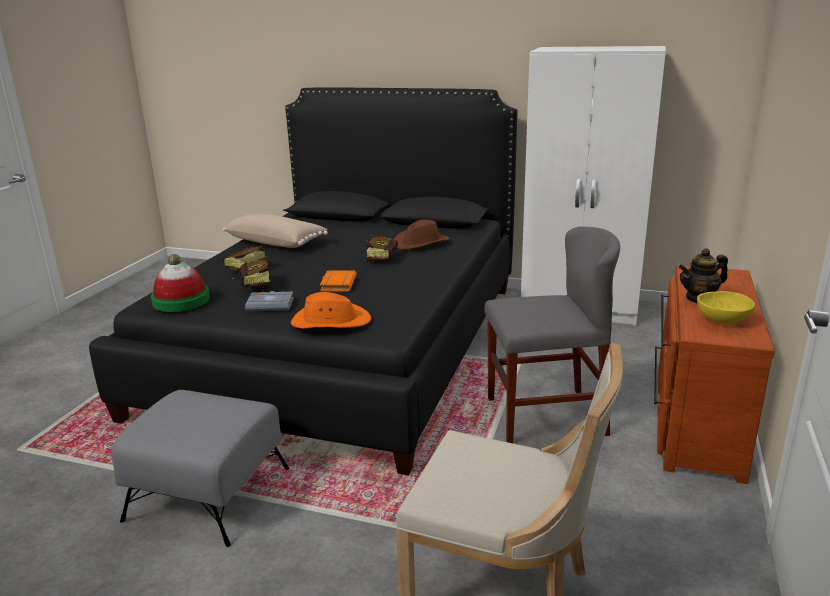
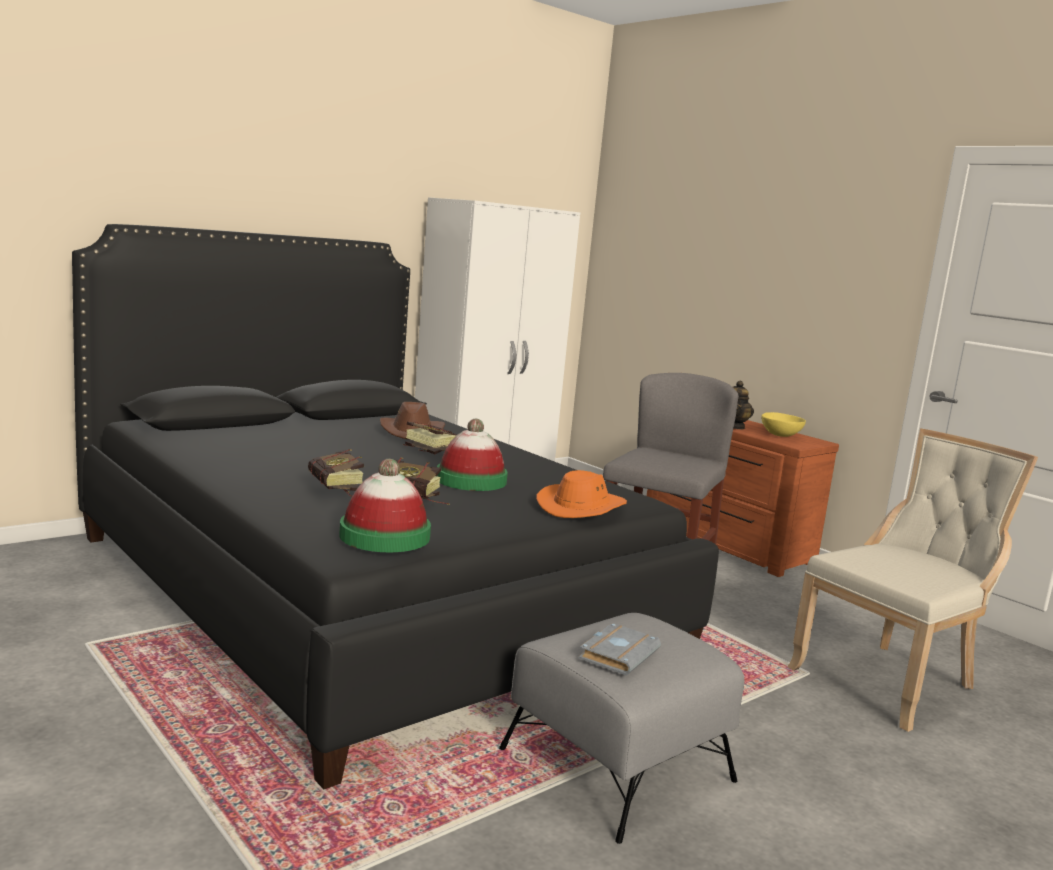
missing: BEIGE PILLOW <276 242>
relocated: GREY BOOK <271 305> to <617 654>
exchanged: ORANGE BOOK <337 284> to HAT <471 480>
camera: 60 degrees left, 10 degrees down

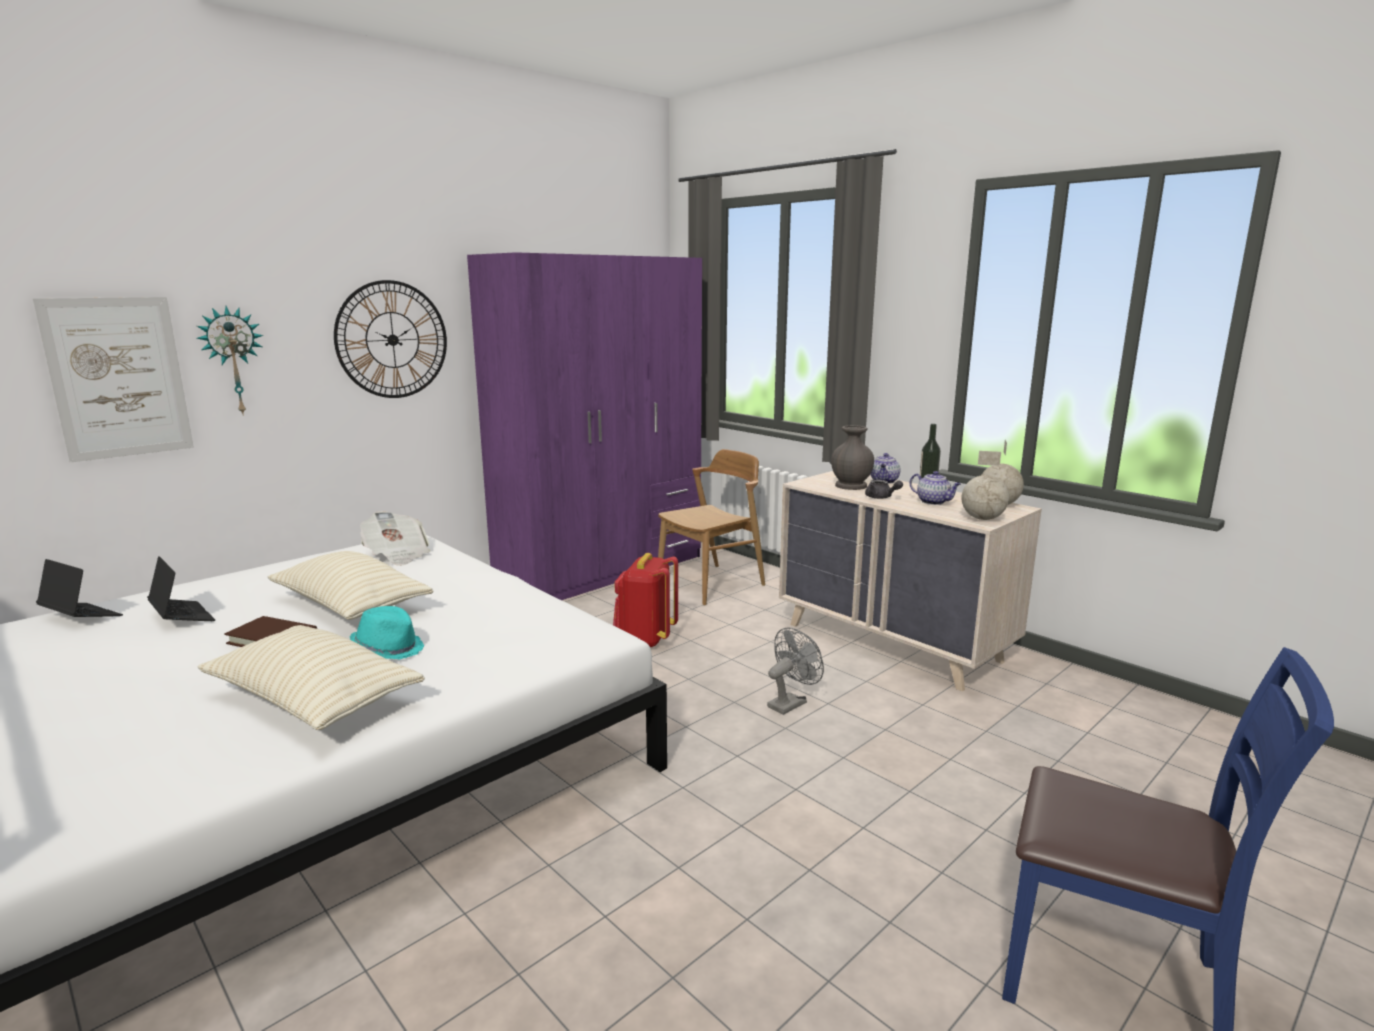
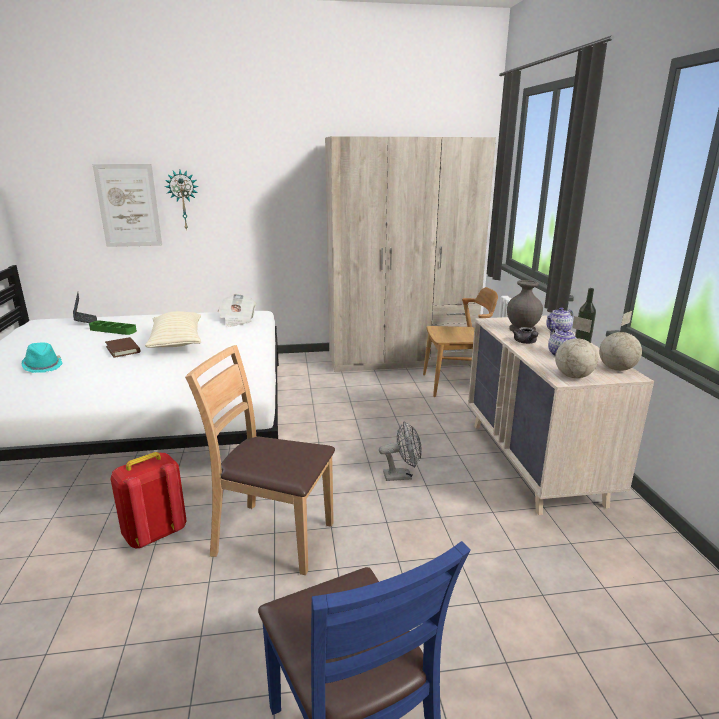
missing: BEIGE PILLOW <313 700>; WALL CLOCK <392 340>
appeared: BROWN CHAIR <272 537>
relocated: TURQUOISE HAT <388 649> to <43 366>; RED BACKPACK <645 639> to <154 534>
exchanged: LAPTOP <182 617> to GREEN TRAY <113 330>
colour: PURPLE WARDROBE <602 570> to BEIGE WARDROBE <401 358>
camera: 35 degrees right, 5 degrees up

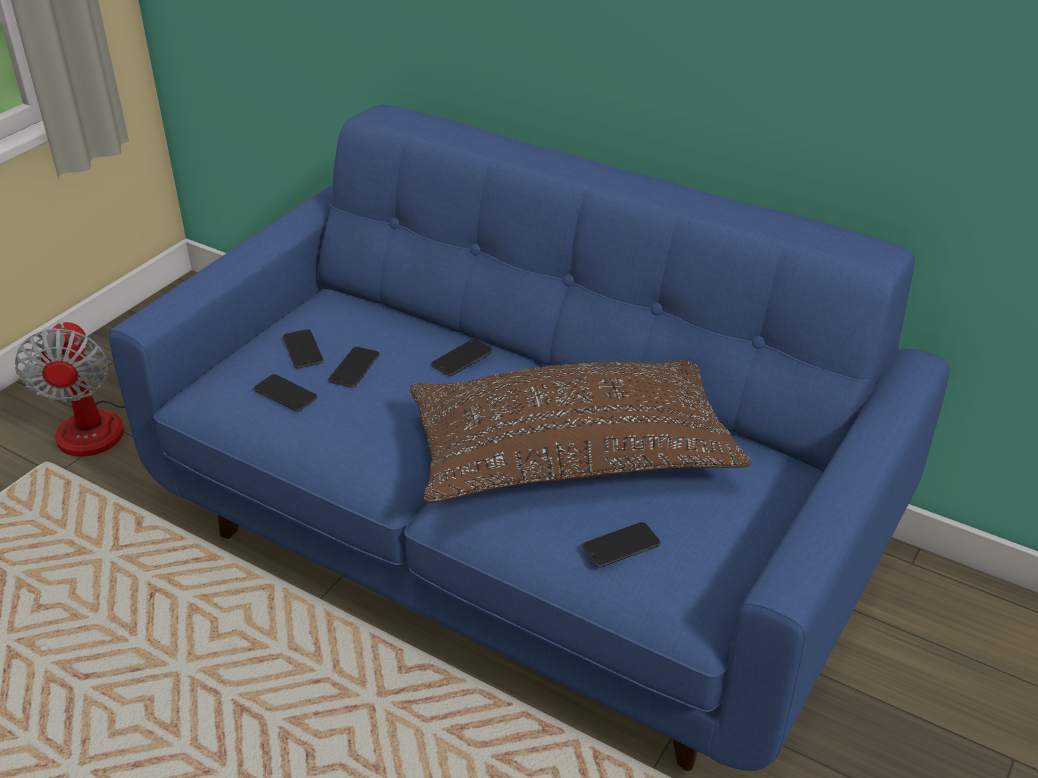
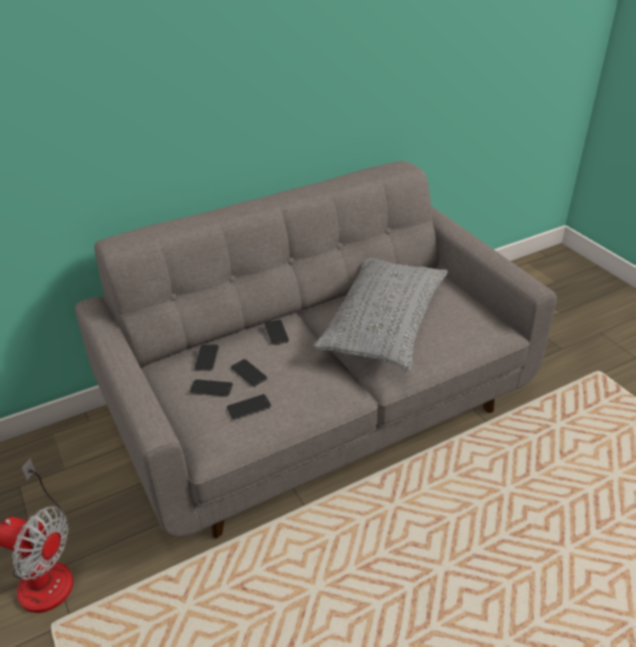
relocated: PHONE <621 546> to <207 358>
colour: BLUE SOFA <522 538> to GREY SOFA <319 408>; BROWN PILLOW <572 456> to GREY PILLOW <384 324>
camera: 60 degrees left, 0 degrees up

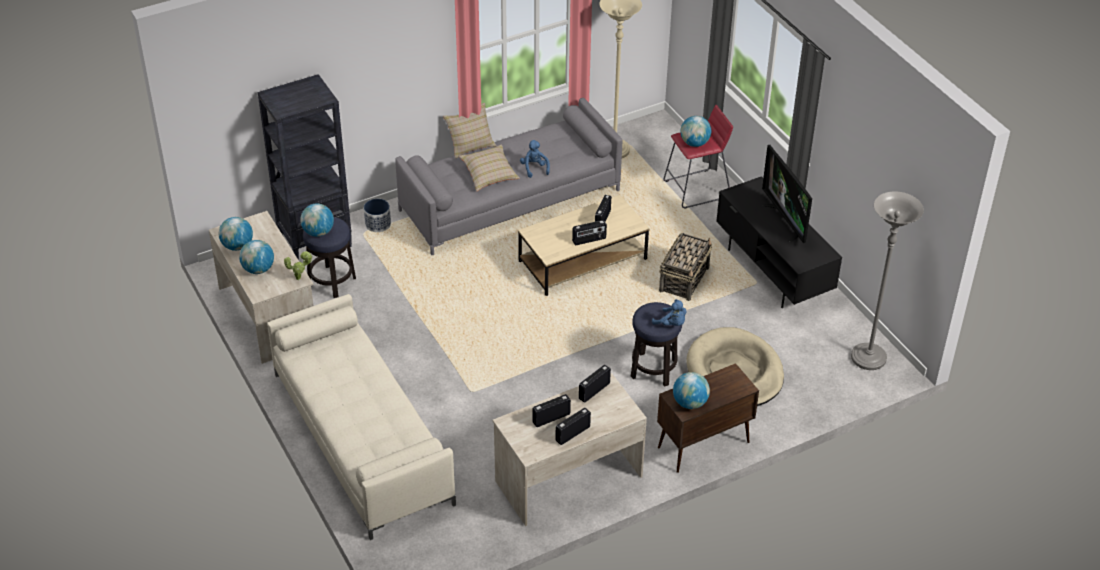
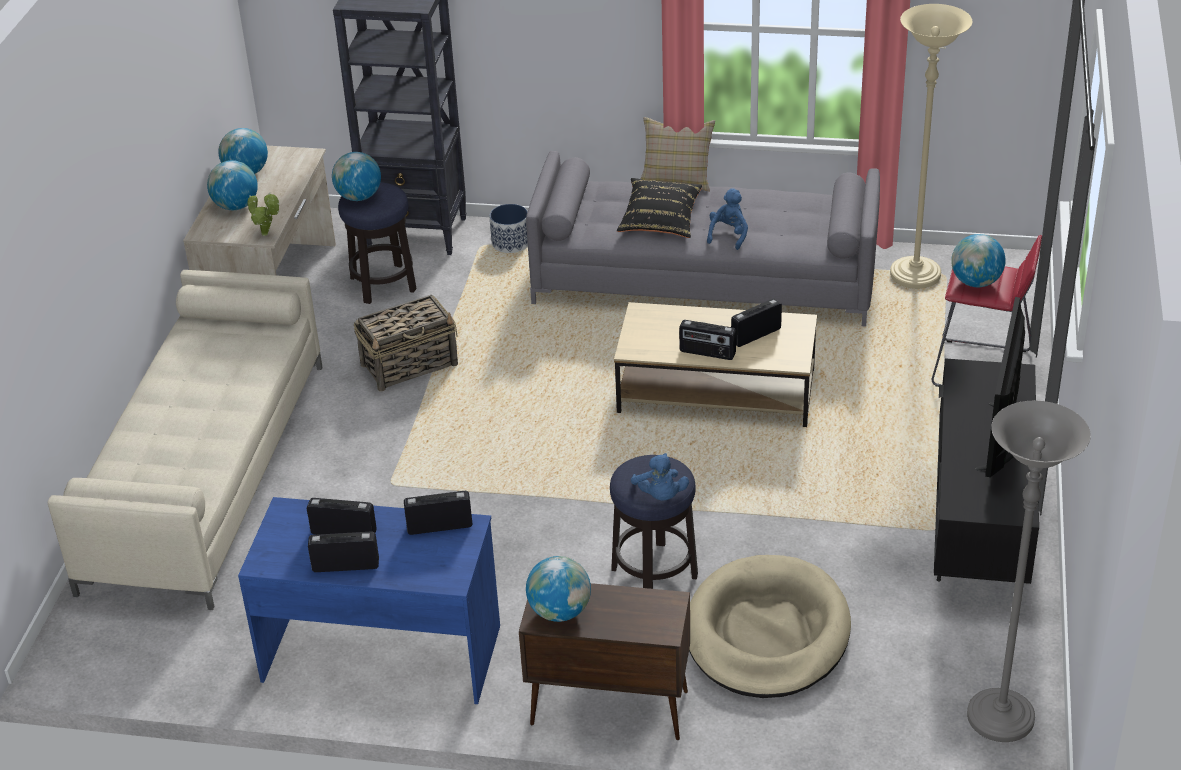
relocated: BASKET <684 279> to <410 365>
colour: BEIGE PILLOW <489 175> to BLACK PILLOW <660 221>; BEIGE DESK <568 478> to BLUE DESK <382 652>
camera: 40 degrees right, 5 degrees down

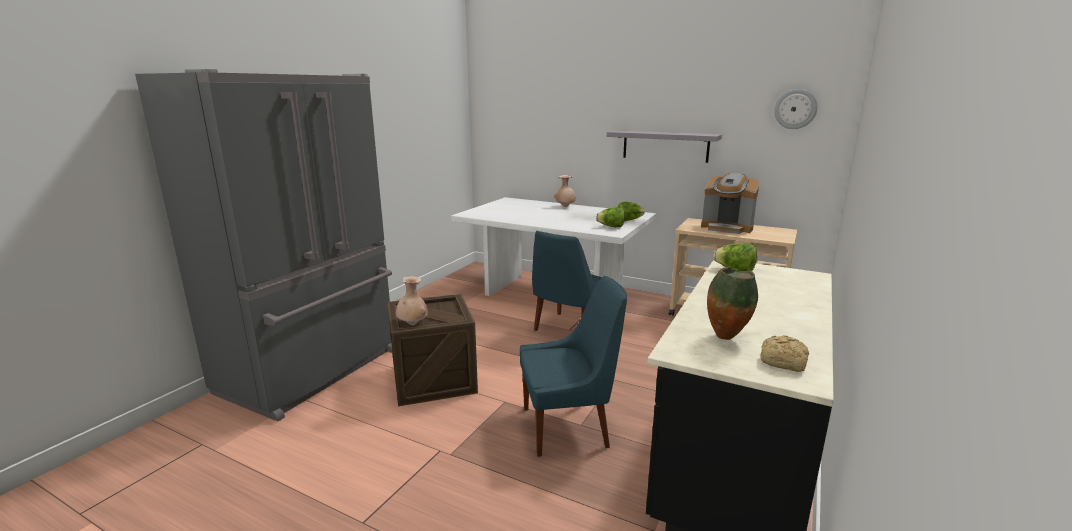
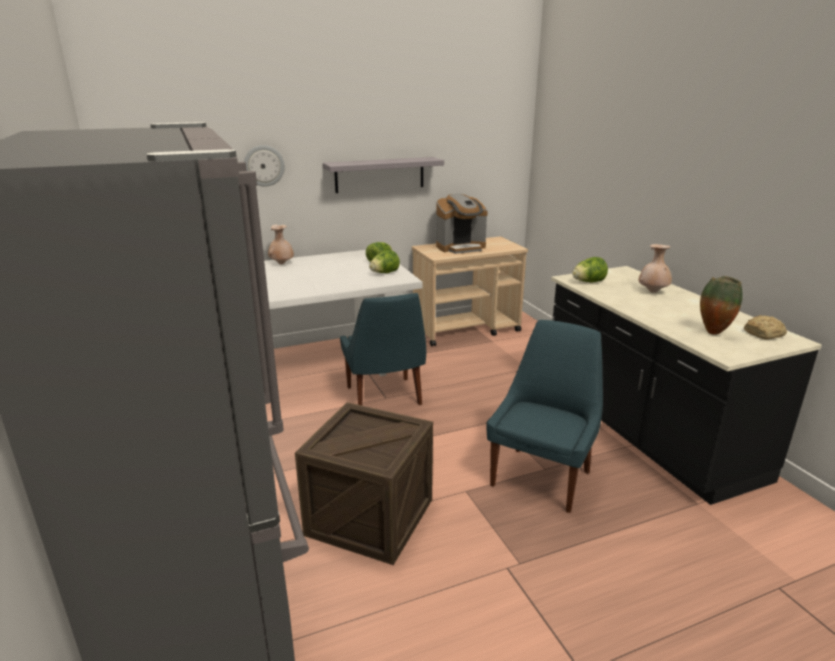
relocated: BEIGE VASE <413 324> to <652 292>; WALL CLOCK <795 109> to <264 165>
camera: 50 degrees left, 5 degrees up

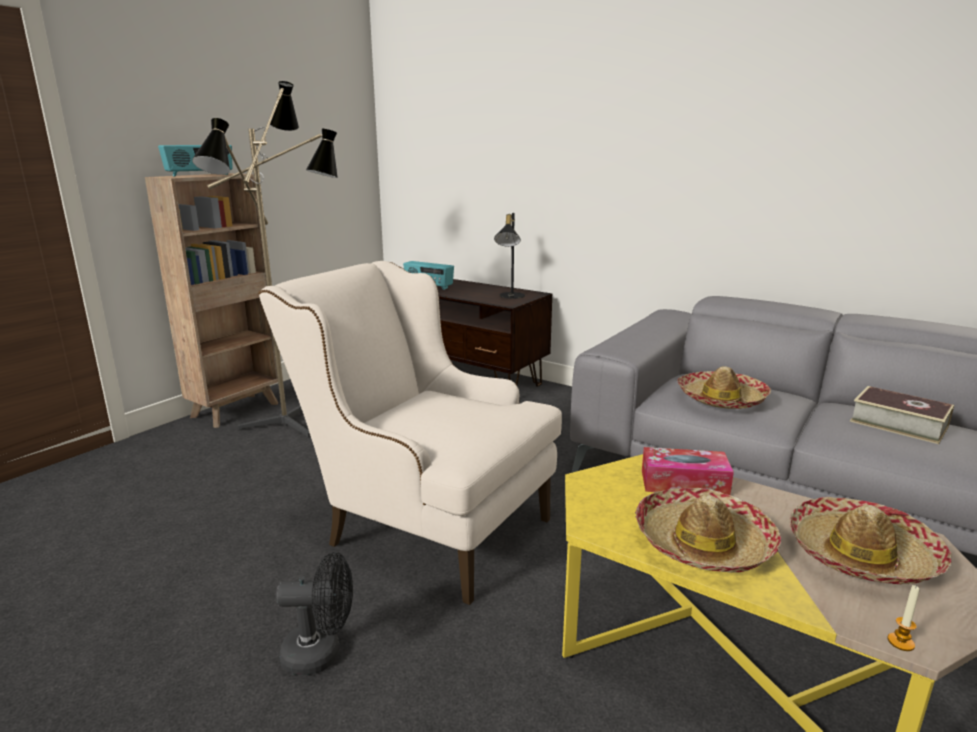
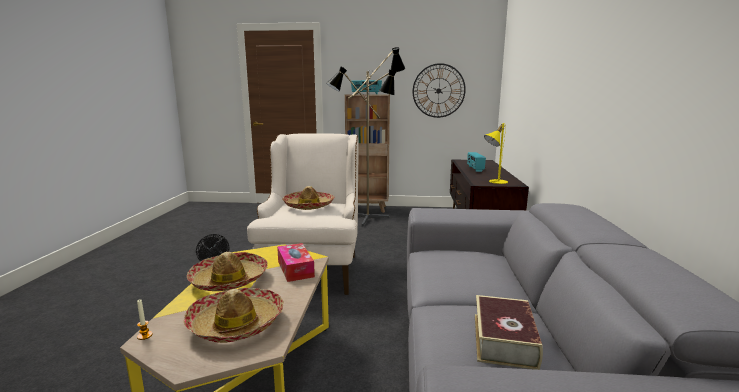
appeared: WALL CLOCK <438 90>
relocated: HAT <721 399> to <309 205>
colour: BLACK TABLE LAMP <510 296> to YELLOW TABLE LAMP <494 181>
camera: 60 degrees right, 5 degrees down

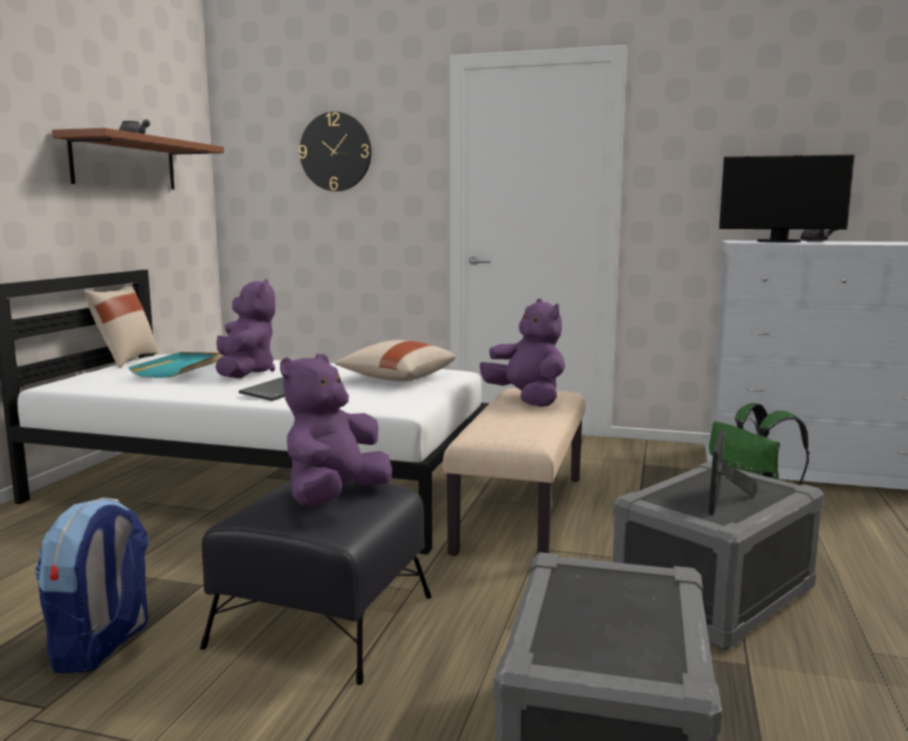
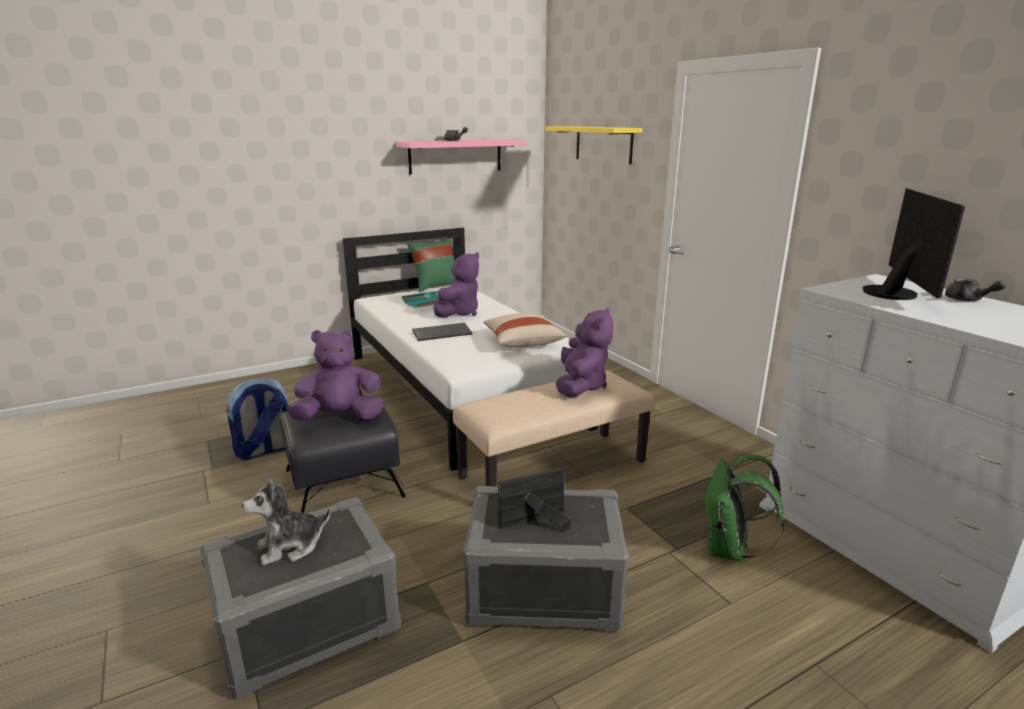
appeared: PLUSH TOY <290 547>
exchanged: WALL CLOCK <335 152> to YELLOW SHELF <603 144>
colour: BROWN SHELF <124 163> to PINK SHELF <455 156>; BEIGE PILLOW <125 360> to GREEN PILLOW <435 286>
spun: MONITOR <779 241> = <895 293> 135 degrees counterclockwise
camera: 45 degrees right, 10 degrees up

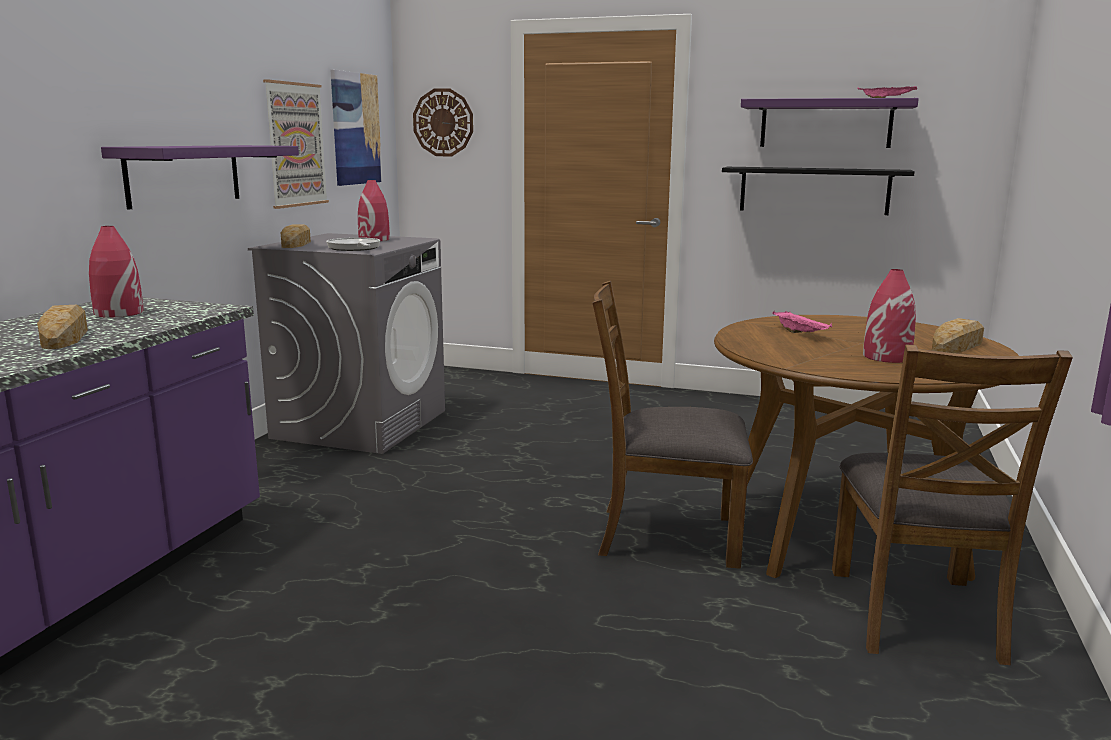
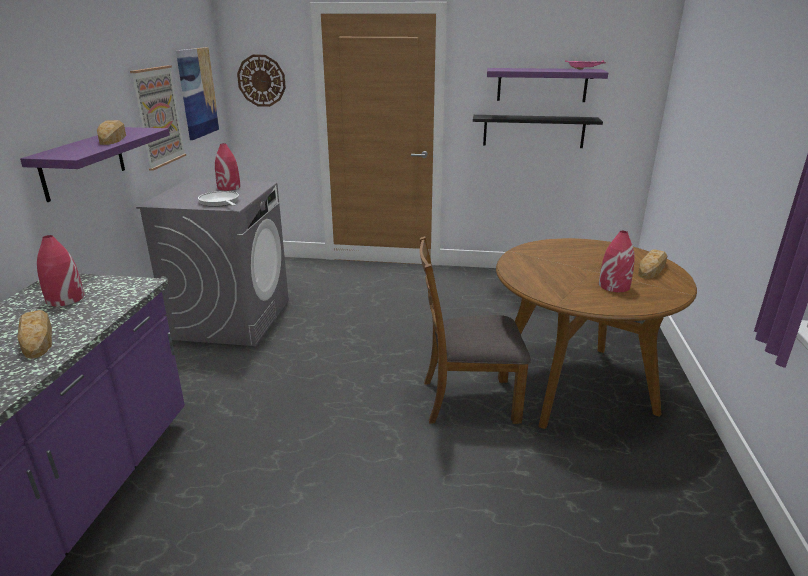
missing: PINK TRAY <801 333>; BROWN CHAIR <916 614>
relocated: BREAD <296 243> to <113 138>
camera: 10 degrees left, 10 degrees up

